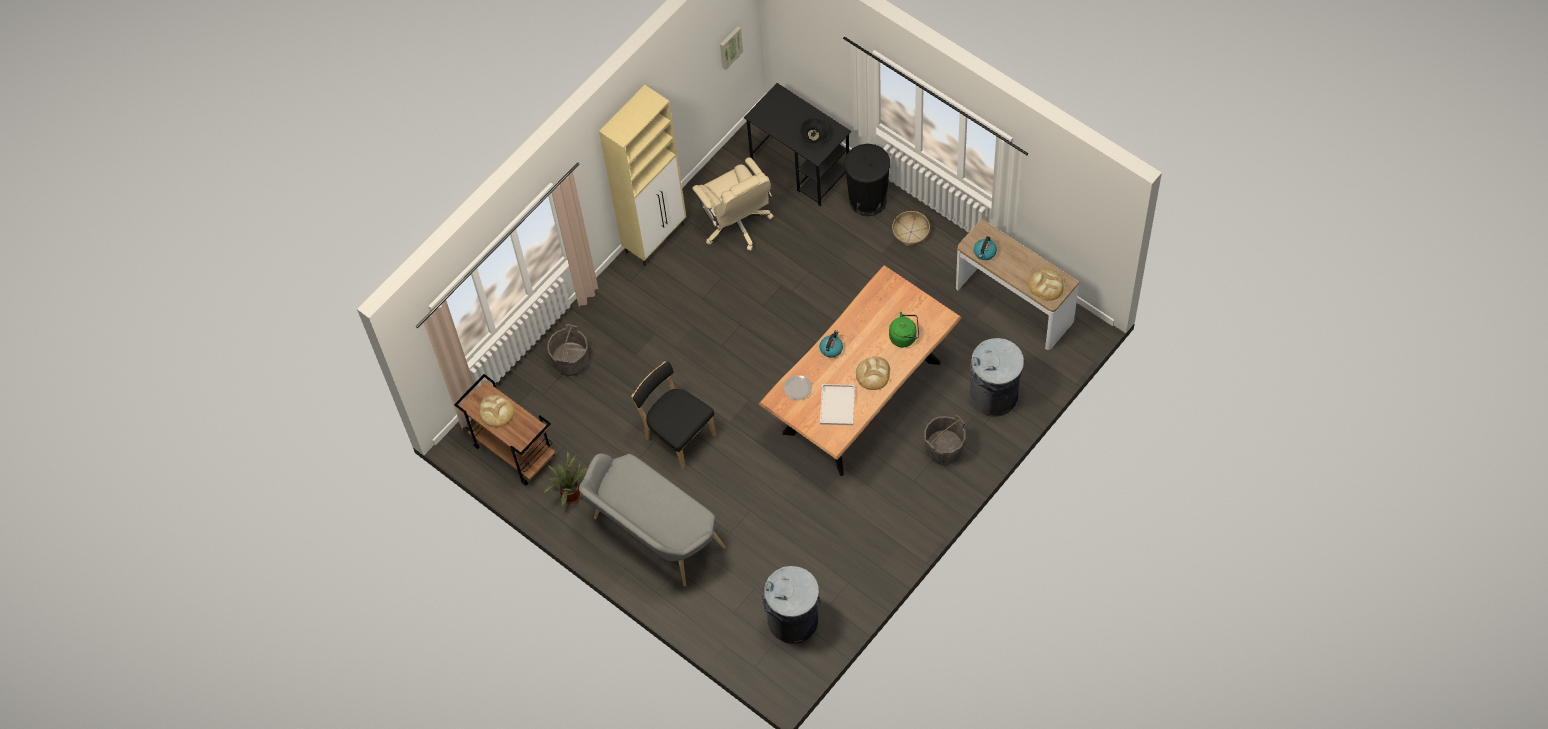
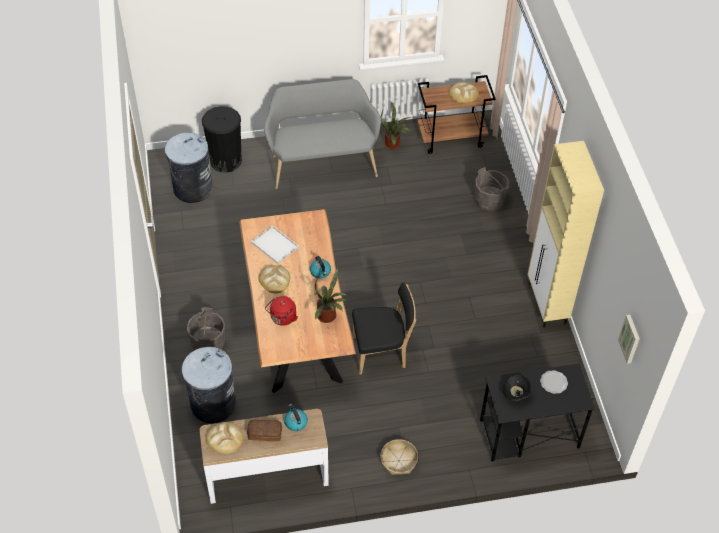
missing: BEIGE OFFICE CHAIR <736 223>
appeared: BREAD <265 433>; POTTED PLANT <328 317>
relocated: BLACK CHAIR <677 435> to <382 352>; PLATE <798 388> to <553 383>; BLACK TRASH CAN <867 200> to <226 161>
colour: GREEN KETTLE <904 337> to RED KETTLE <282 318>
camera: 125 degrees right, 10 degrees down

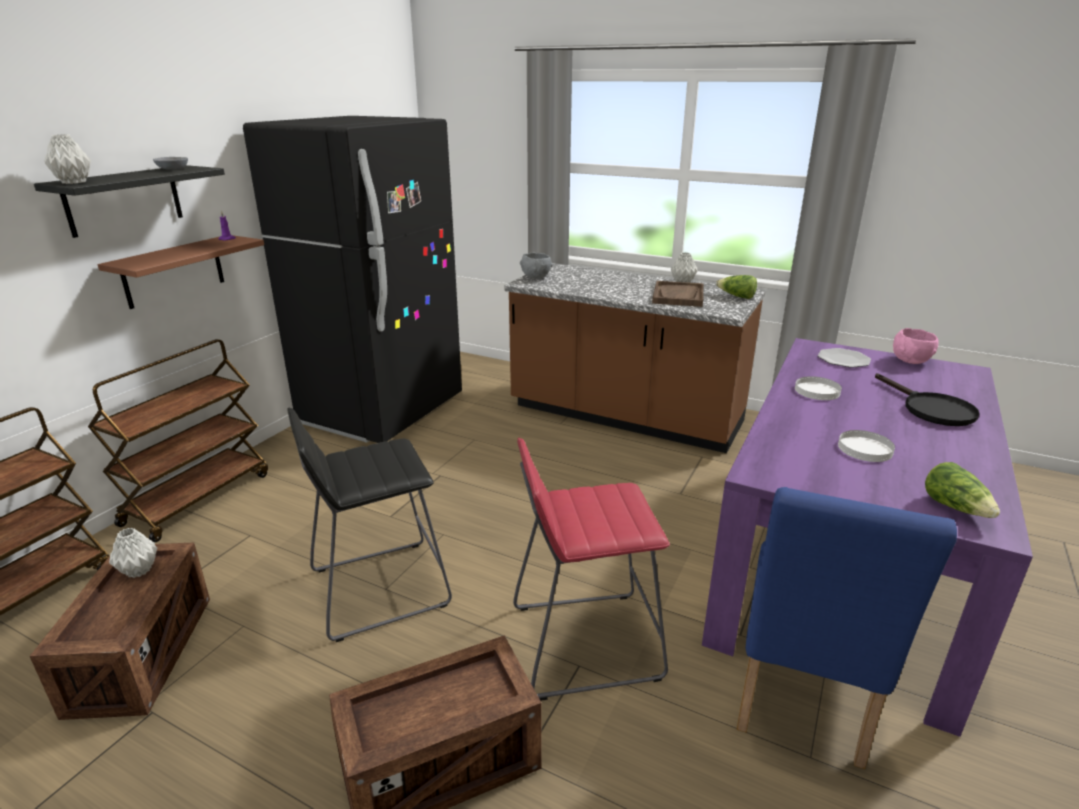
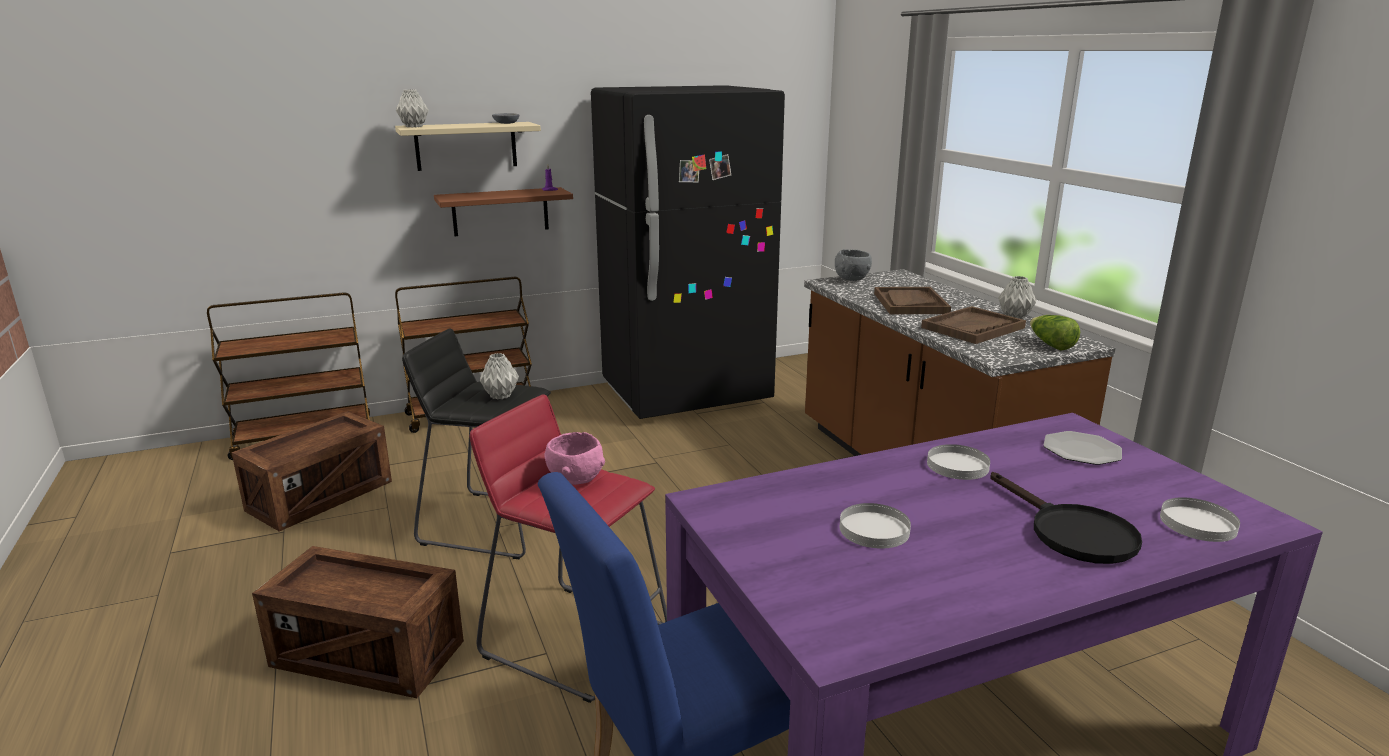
missing: LETTUCE <956 508>
appeared: BROWN TRAY <910 303>; WHITE PLATE <1198 523>
relocated: GREY VASE <138 571> to <500 396>; PINK BOWL <910 361> to <575 480>
colour: BLACK SHELF <124 200> to BEIGE SHELF <466 146>
spun: BLACK FRYING PAN <930 409> = <1071 532> 45 degrees counterclockwise
camera: 40 degrees right, 5 degrees down

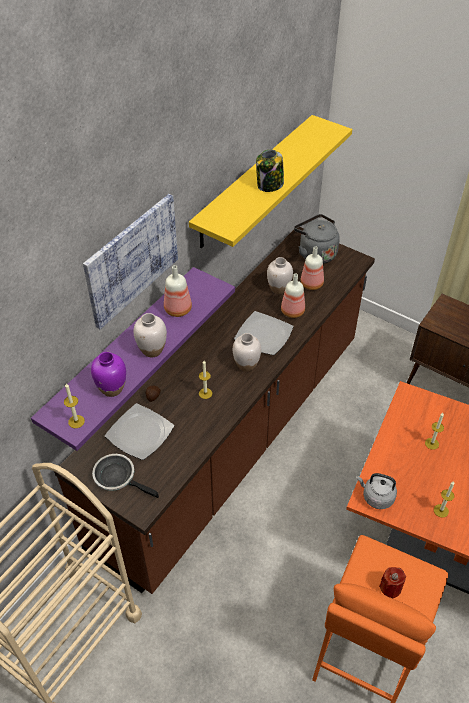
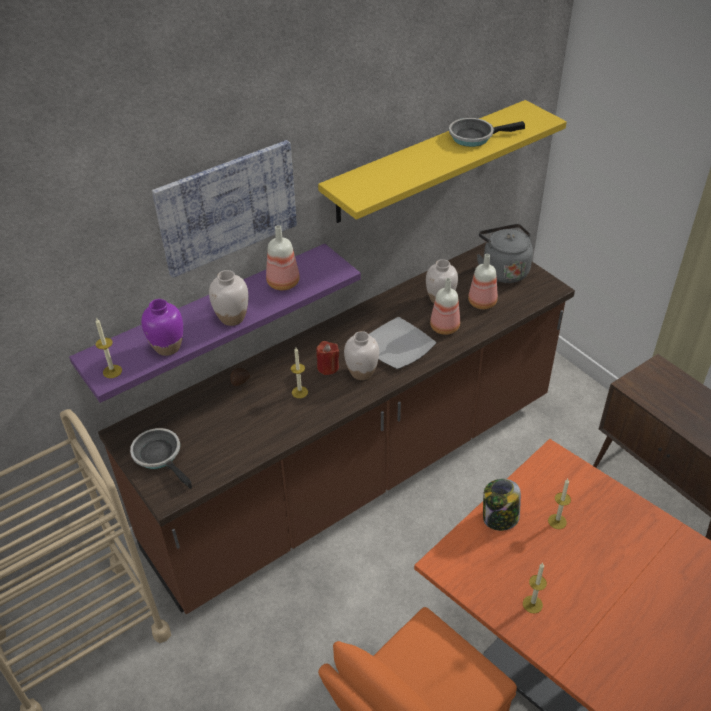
missing: PLATE <140 434>; GREY KETTLE <376 497>
appeared: FRYING PAN <474 137>
relocated: JAR <269 185> to <499 518>; RED CANDLE <390 587> to <328 367>
camera: 20 degrees right, 5 degrees down

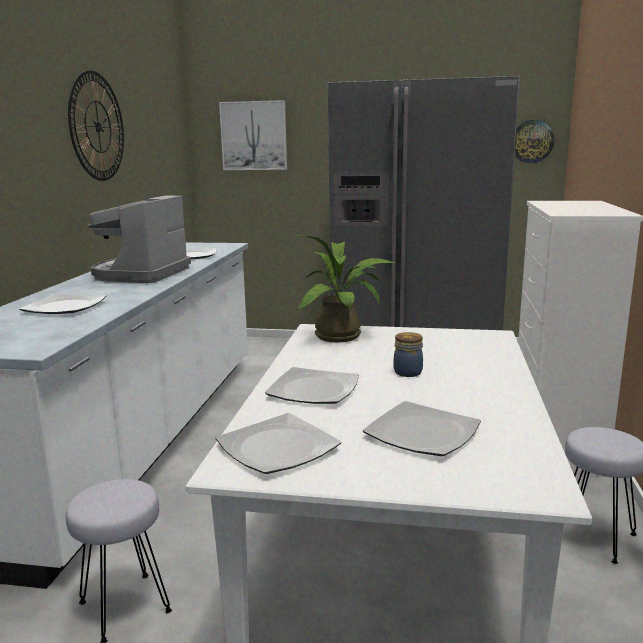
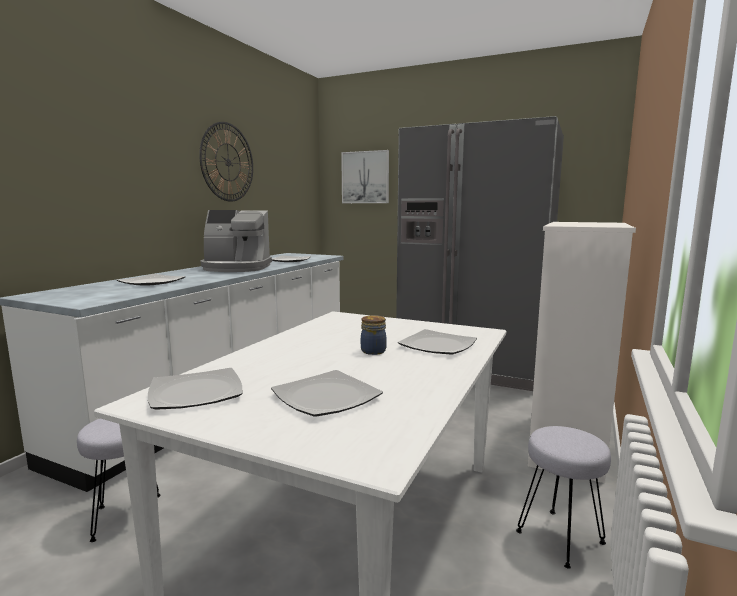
missing: POTTED PLANT <344 336>; WALL CLOCK <532 141>
relocated: PLATE <312 390> to <436 345>
spun: COFFEE MACHINE <140 274> = <236 268> 120 degrees counterclockwise
camera: 15 degrees right, 5 degrees down

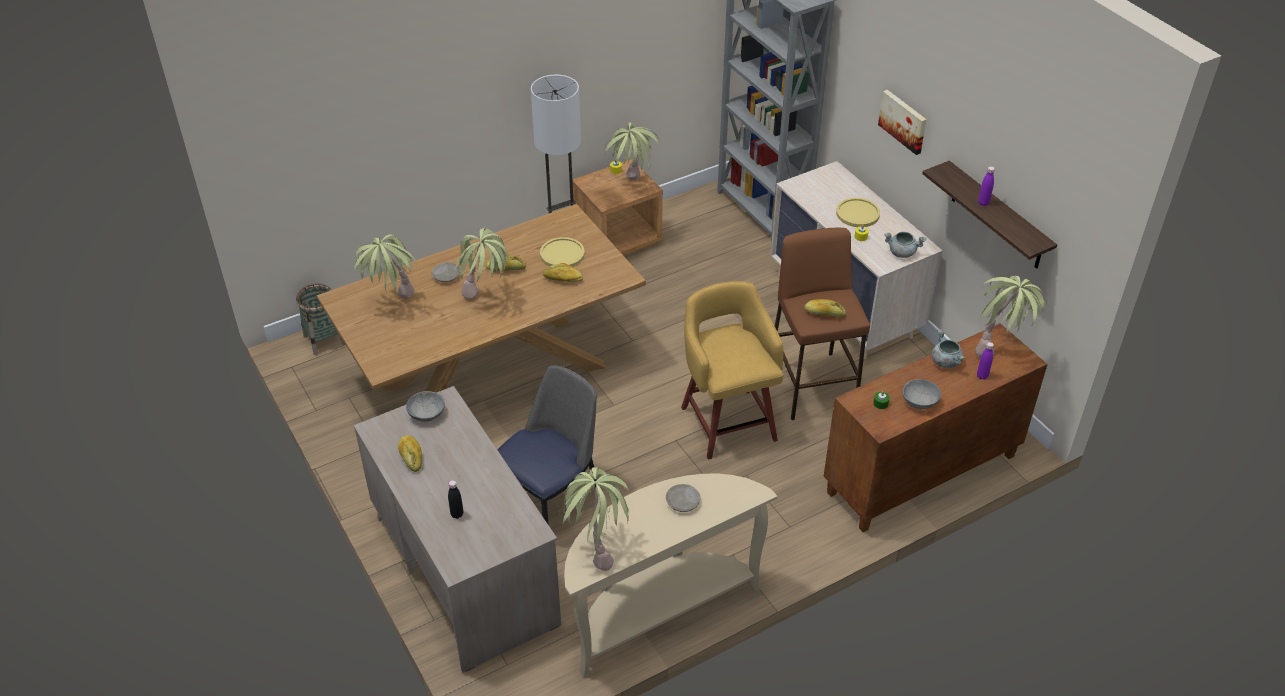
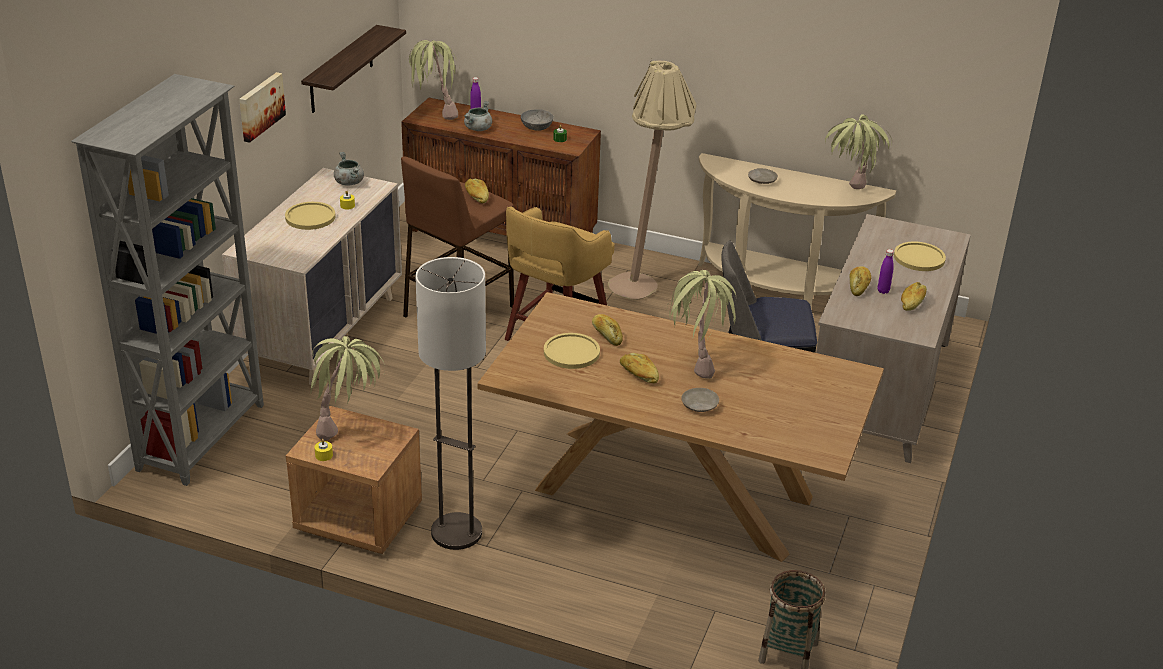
missing: POTTED PLANT <392 306>; GREY BOWL <426 413>
appeared: BEIGE FLOOR LAMP <645 285>; BREAD <858 286>
relocated: PURPLE BOTTLE <983 203> to <883 291>
exchanged: BLACK BOTTLE <457 514> to YELLOW PLATE <919 258>
camera: 130 degrees left, 10 degrees down

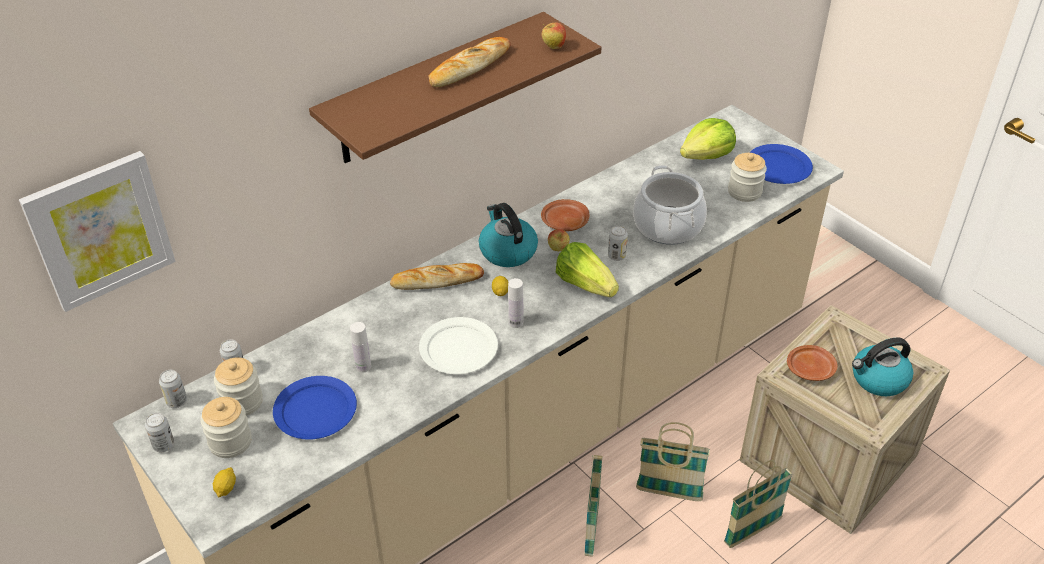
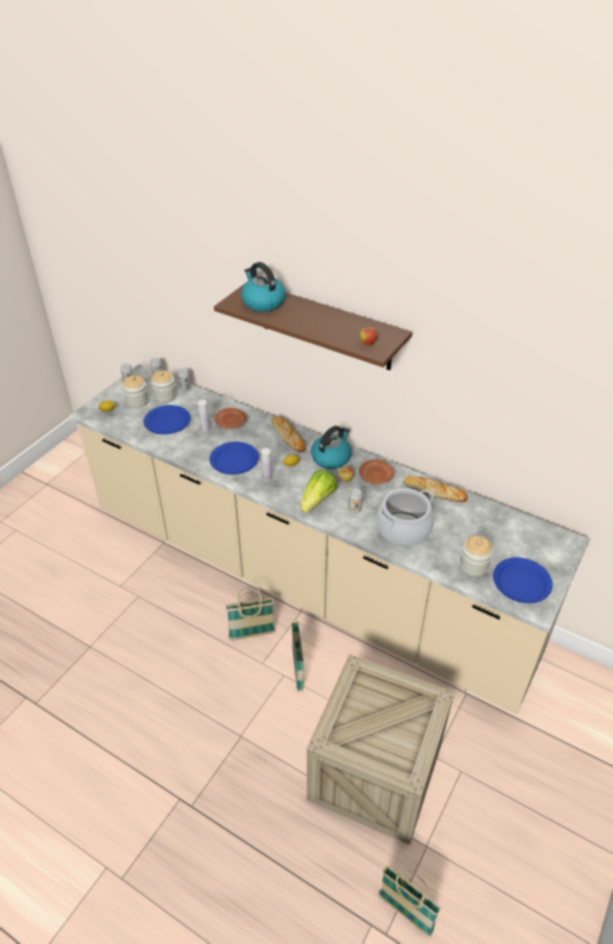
missing: PICTURE <100 230>; LETTUCE <707 156>
relocated: BREAD <469 67> to <434 491>; BASKET <752 531> to <405 913>; BROWN PLATE <810 369> to <231 423>; KETTLE <878 379> to <262 302>
colour: WHITE PLATE <458 348> to BLUE PLATE <234 460>
camera: 70 degrees right, 0 degrees up

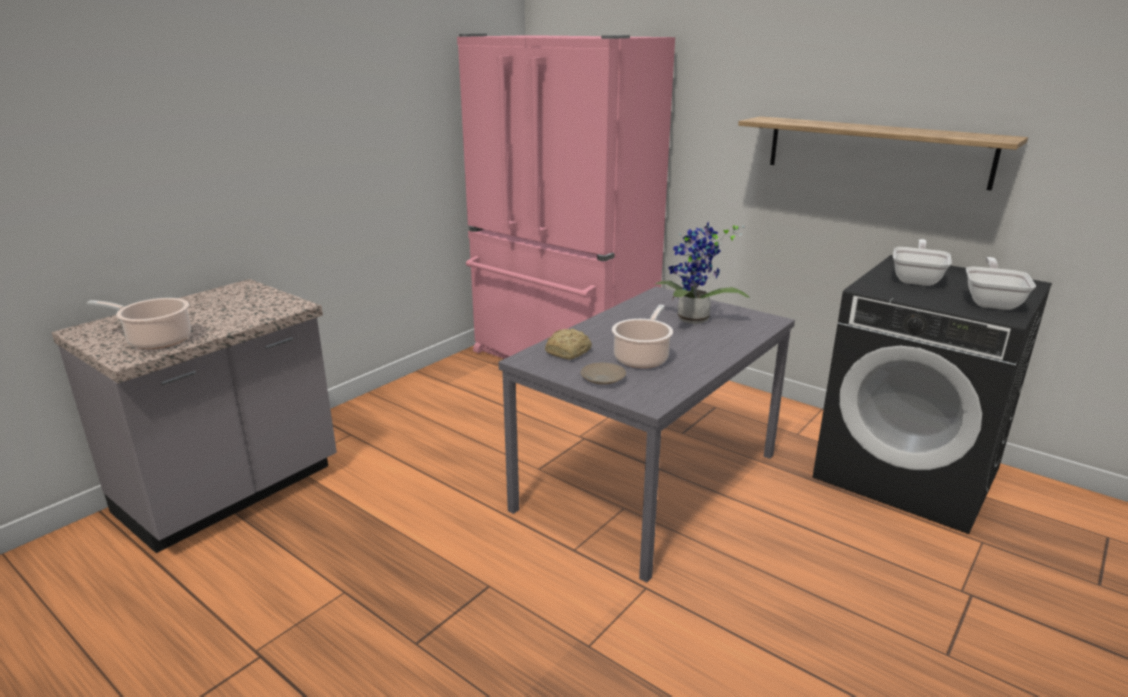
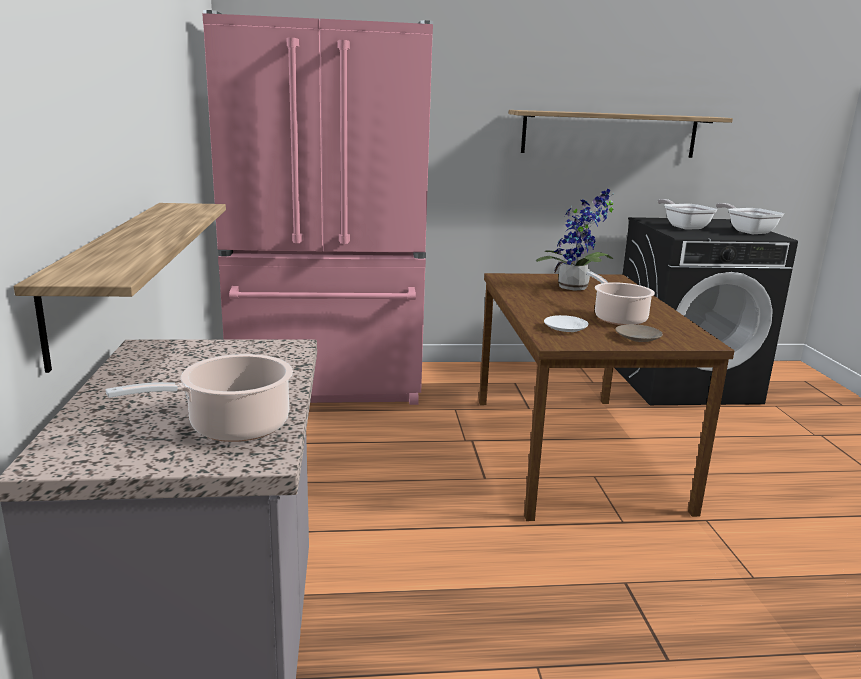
appeared: SHELF <110 272>
exchanged: BREAD <569 352> to WHITE PLATE <566 328>
colour: GREY DINING TABLE <648 480> to BROWN DINING TABLE <571 450>
camera: 45 degrees left, 5 degrees down

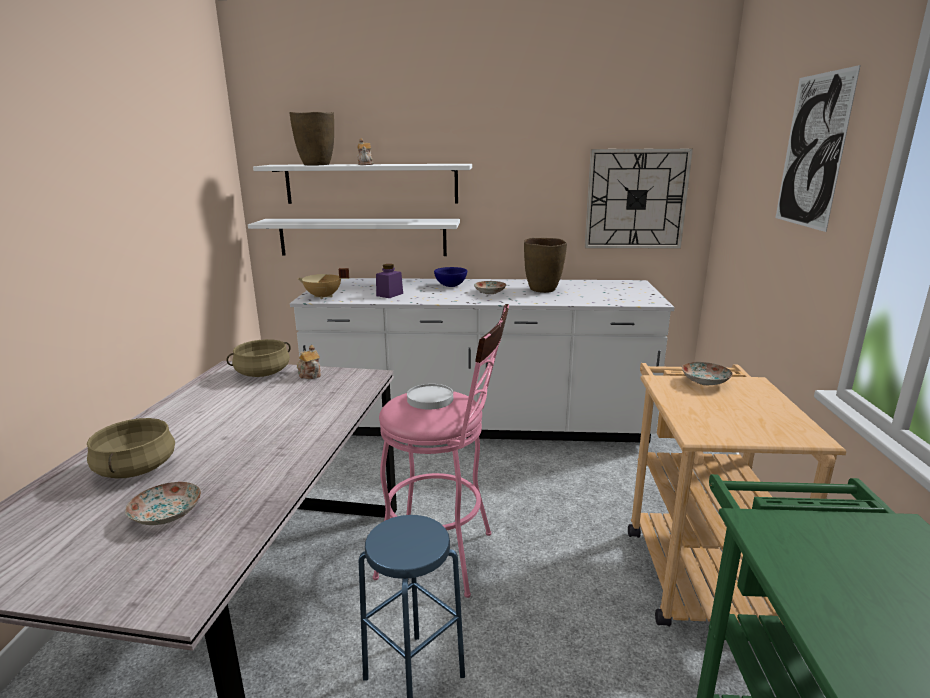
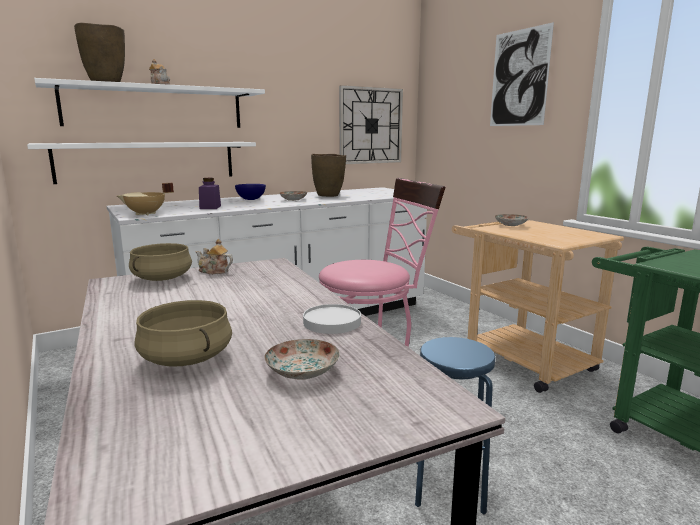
relocated: WHITE PLATE <429 399> to <331 322>
camera: 35 degrees left, 5 degrees down

